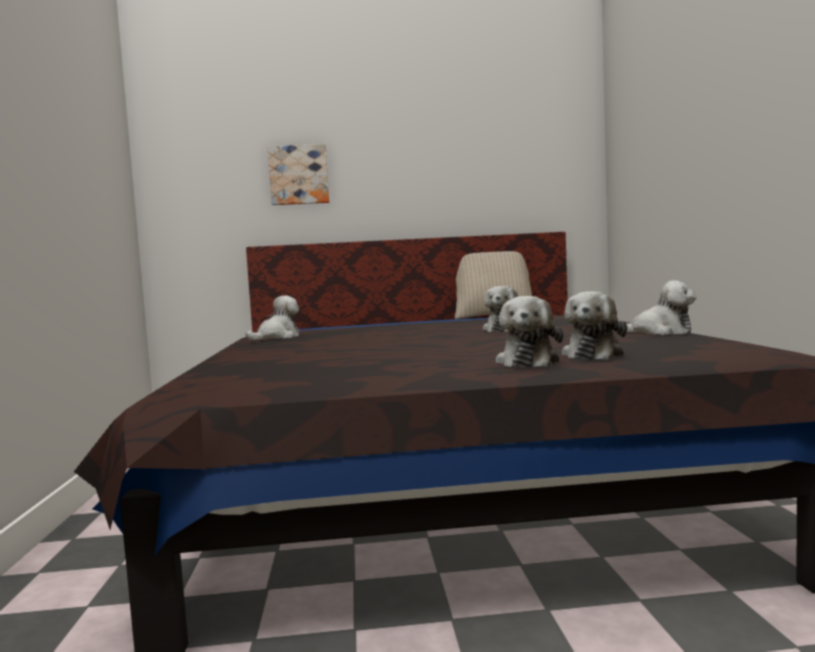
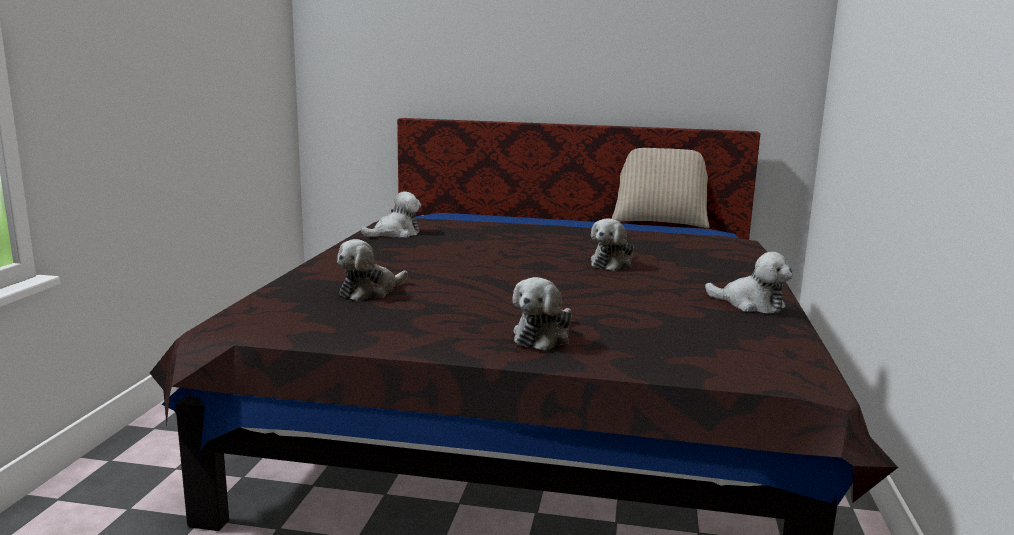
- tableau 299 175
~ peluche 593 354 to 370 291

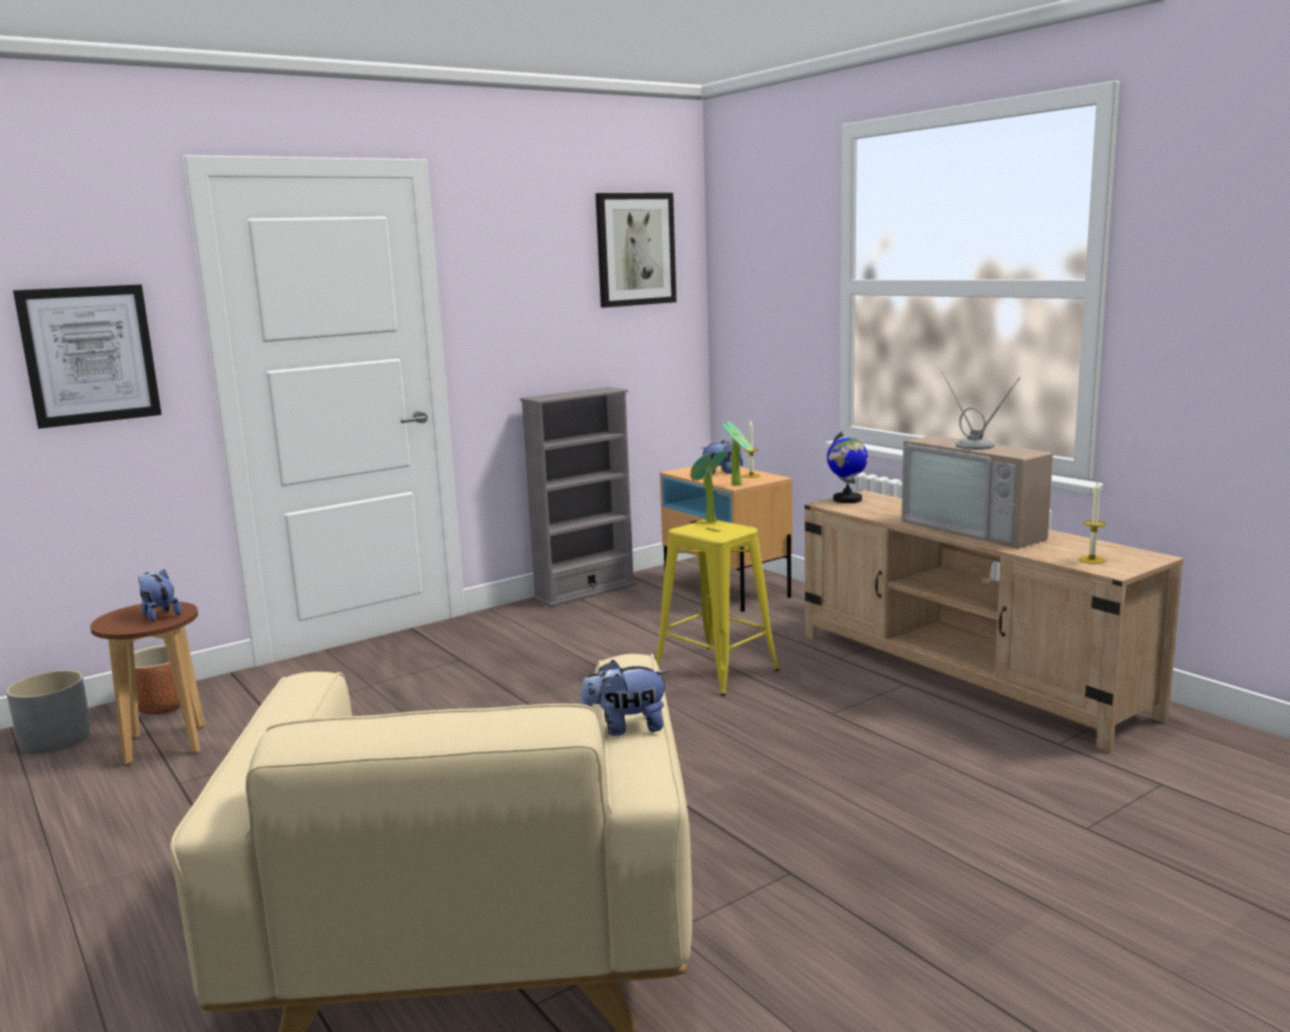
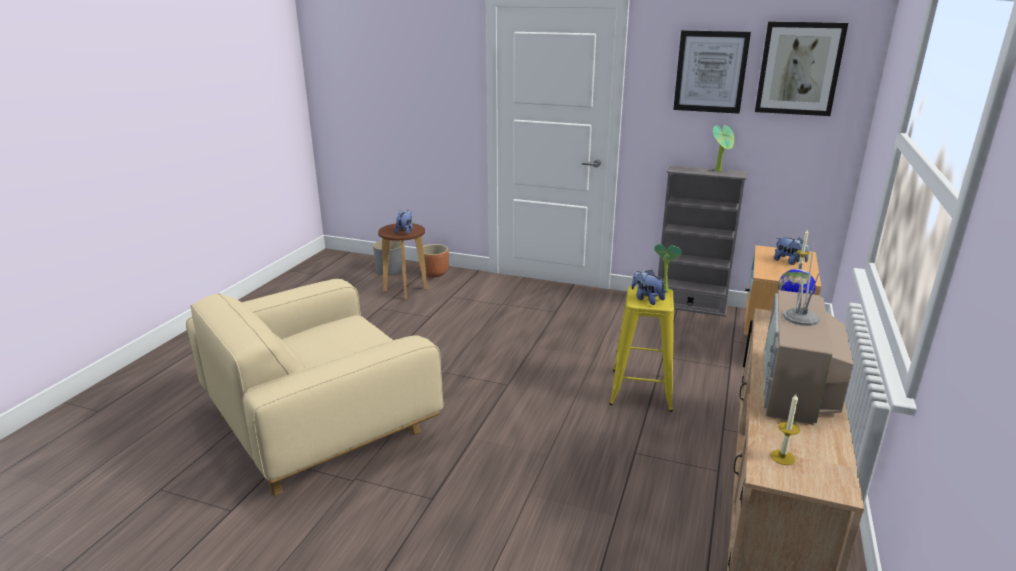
~ tableau 90 355 to 710 72
~ peluche 625 728 to 647 299
~ plante en pot 738 484 to 719 171

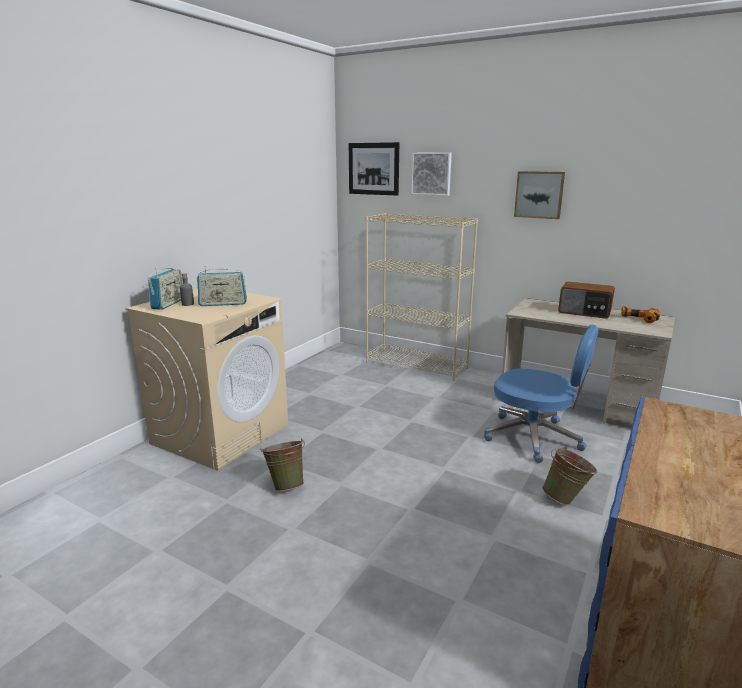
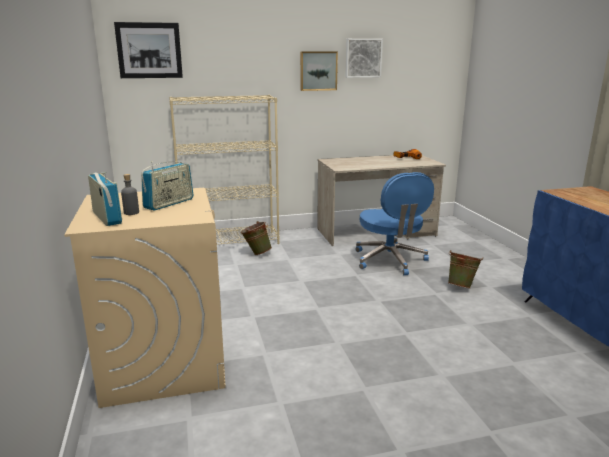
~ seau (vert) 286 485 to 256 253
~ tableau 431 174 to 363 58
~ chaise de bureau (bleu) 534 438 = 390 260 90 degrees clockwise
- radio 584 312

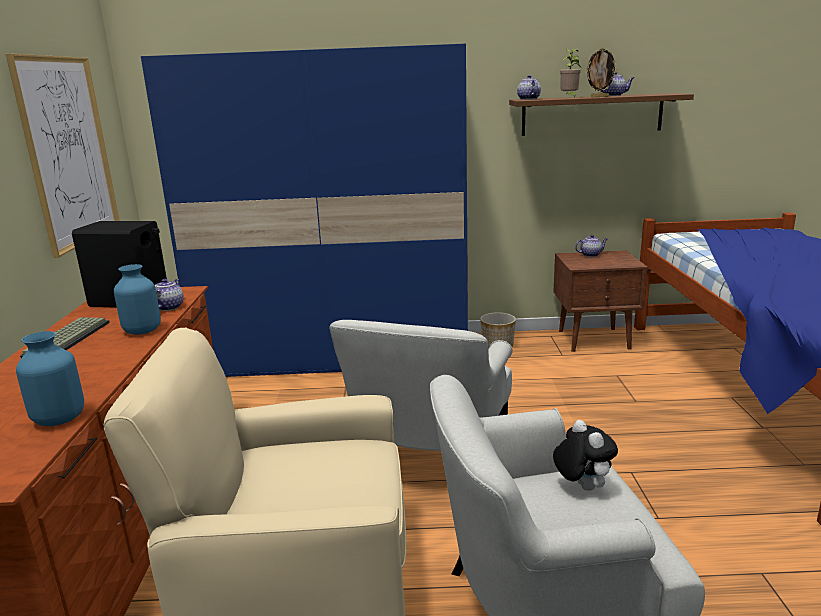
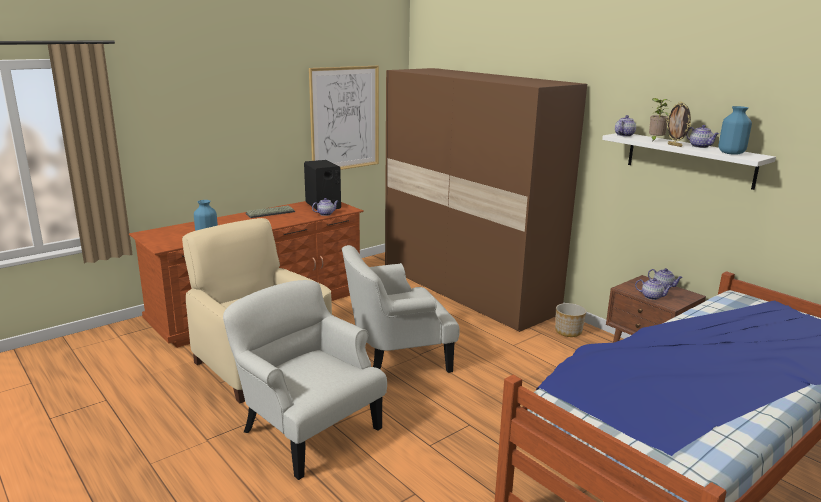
~ vase (bleu) 142 331 to 730 153
~ armoire (bleu) 336 356 to armoire (marron) 467 290
~ étagère (marron) 592 114 to étagère (blanc) 689 159
- peluche 581 486
+ théière 652 297

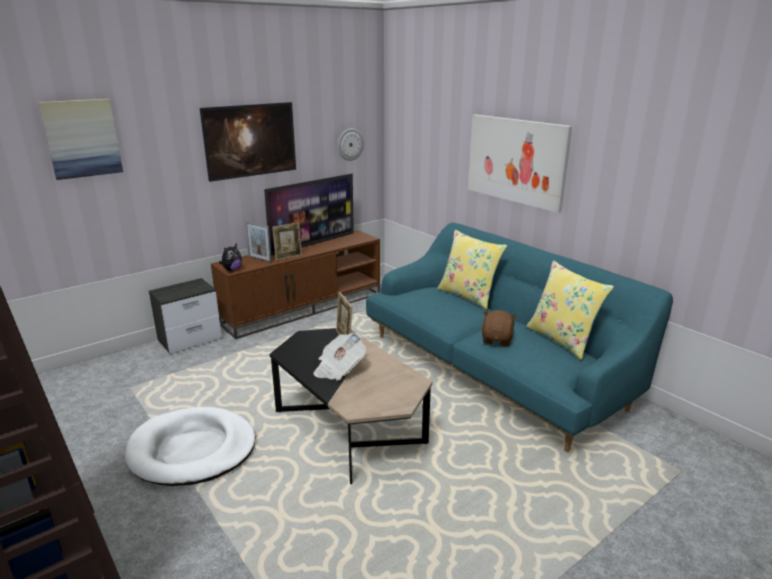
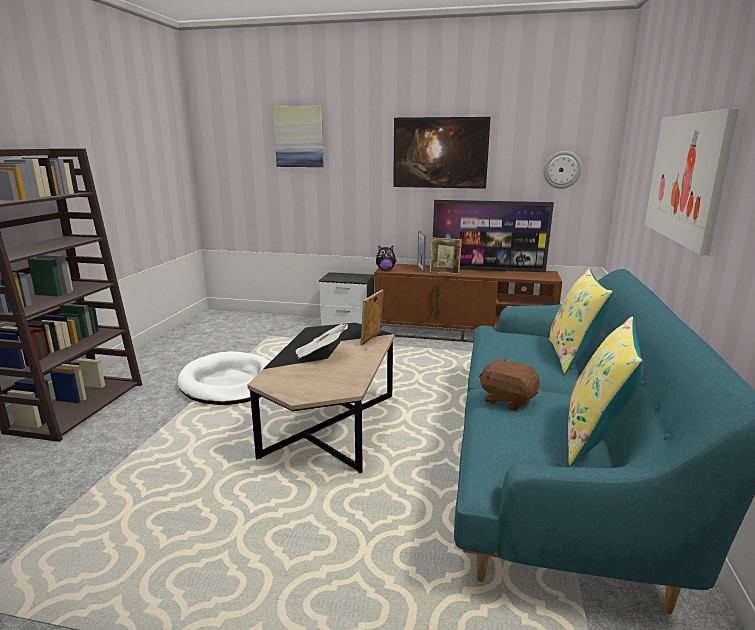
~ peluche (marron) 497 340 = 508 400 120 degrees counterclockwise

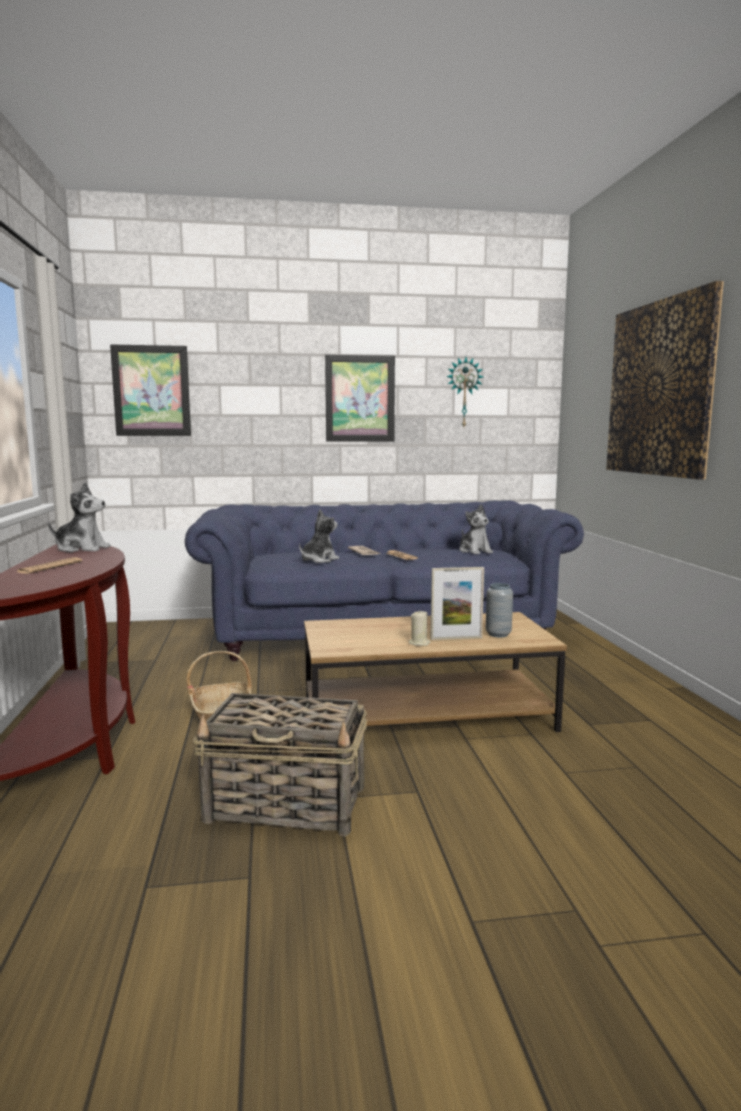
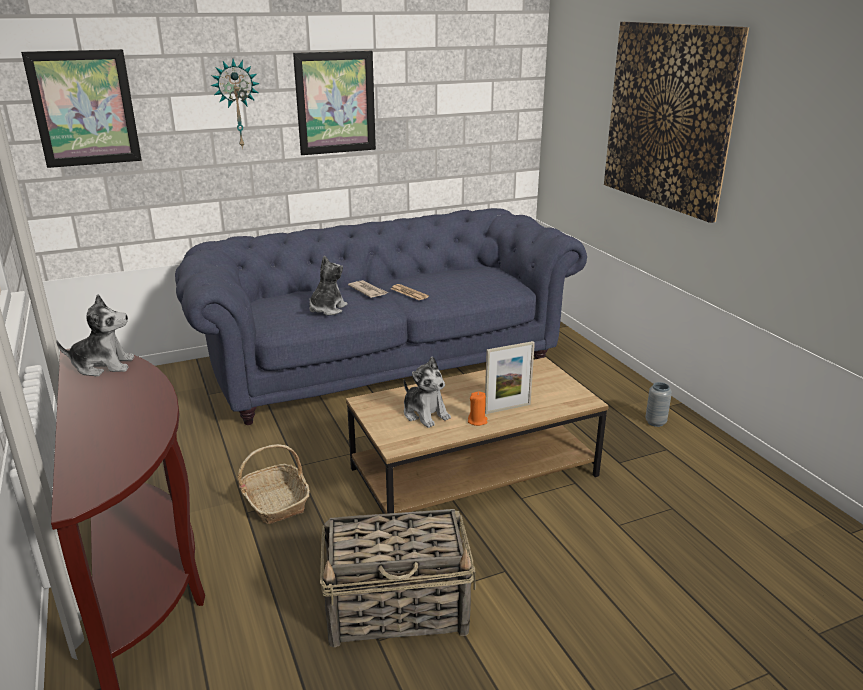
- journal 50 567
~ bougie (beige) 419 643 to bougie (orange) 477 421
~ horloge murale 464 392 to 237 104
~ peluche 474 551 to 425 414
~ vase (gris) 498 634 to 655 422

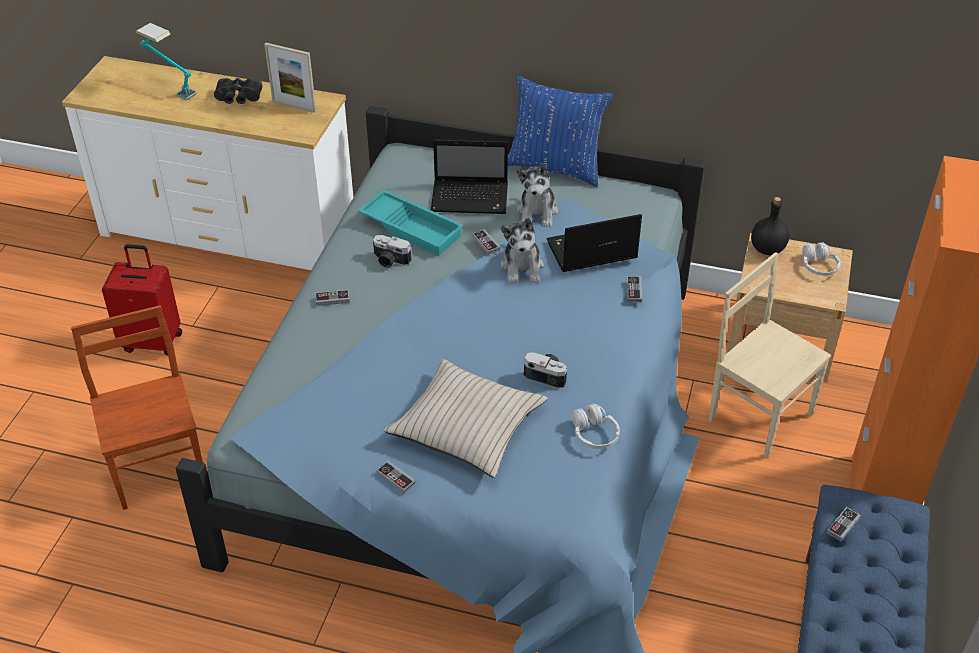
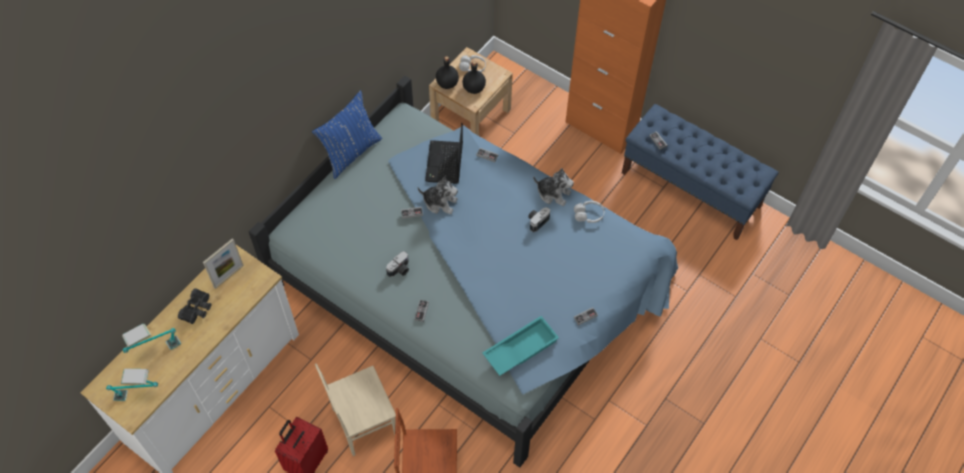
~ plateau (turquoise) 412 228 to 520 348
- coussin (beige) 466 427
- ordinateur portable 471 198
~ peluche 537 212 to 553 193
~ chaise (beige) 759 415 to 363 422
+ lampe de table 139 396
+ bouteille (noir) 474 88

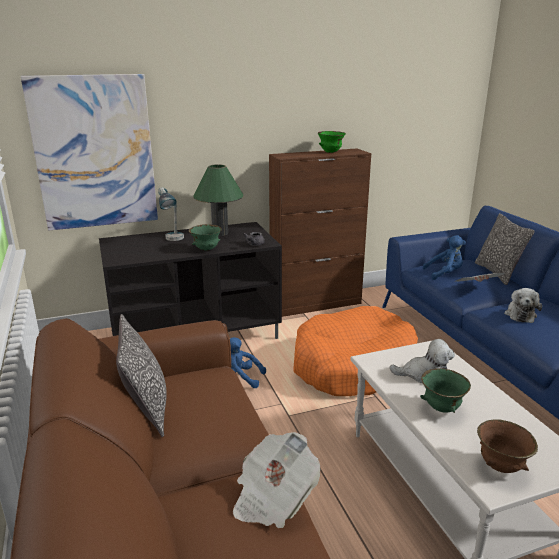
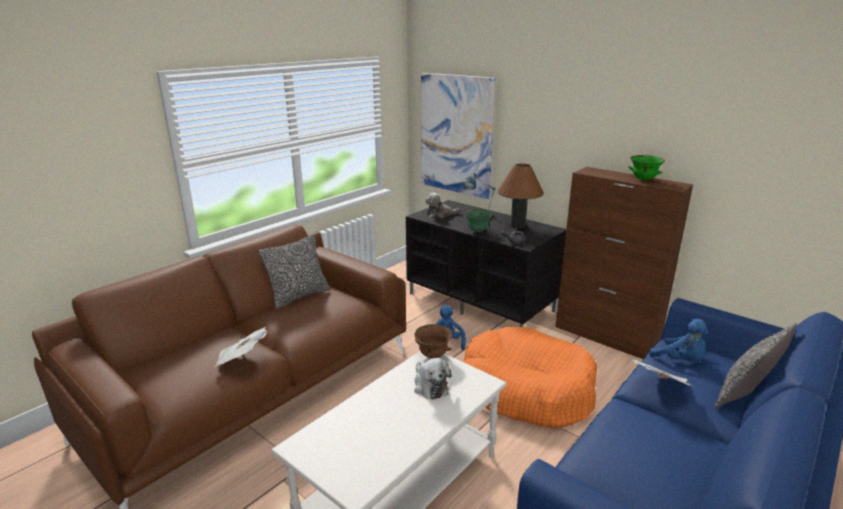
~ lampe de table (vert) 220 233 to lampe de table (marron) 518 225
- bol (vert) 441 408
~ bol (marron) 500 467 to 432 356
~ peluche 520 314 to 440 215

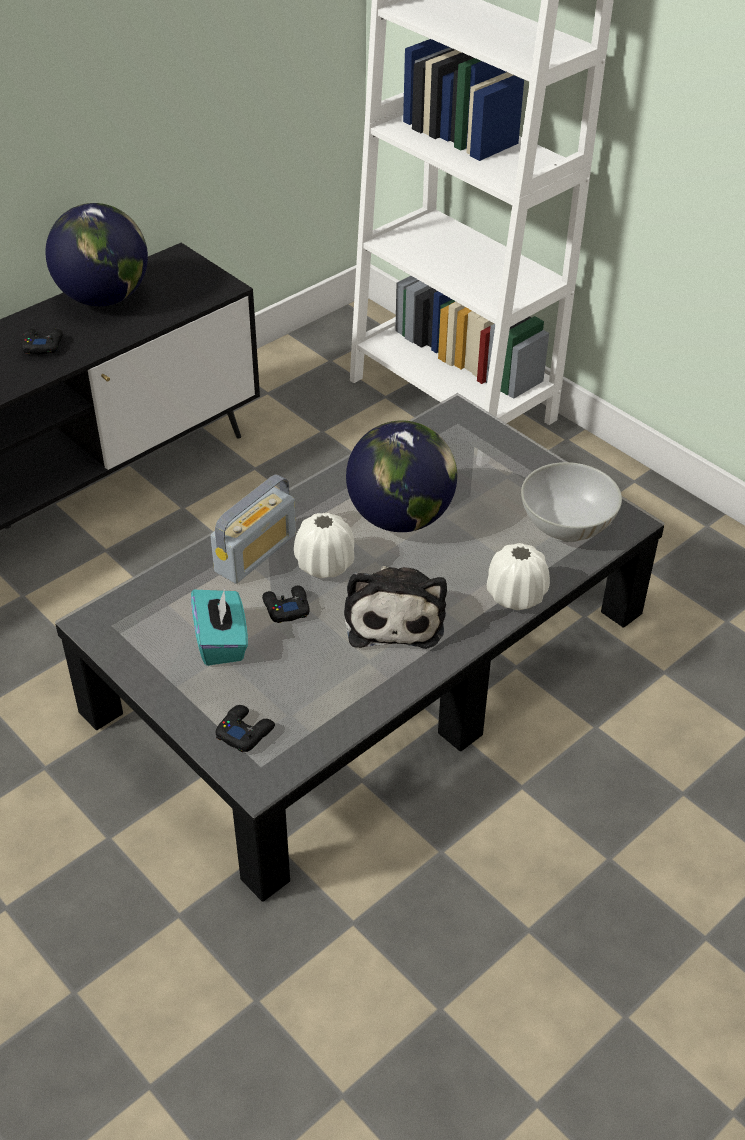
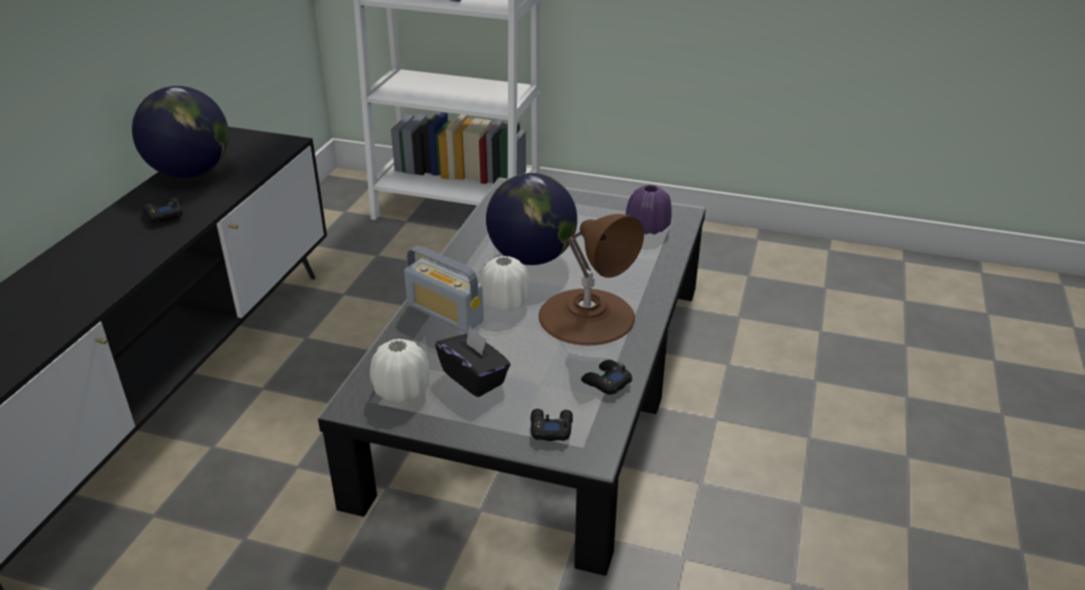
~ boîte à mouchoirs (turquoise) 221 642 to boîte à mouchoirs (noir) 474 378
~ radio 256 553 = 445 313 120 degrees clockwise
~ manette (noir) 286 608 to 606 382
~ peluche 394 616 to lampe de table (marron) 587 316
~ vase (blanc) 516 595 to 402 390
~ bol (blanc) 566 526 to vase (violet) 647 227

